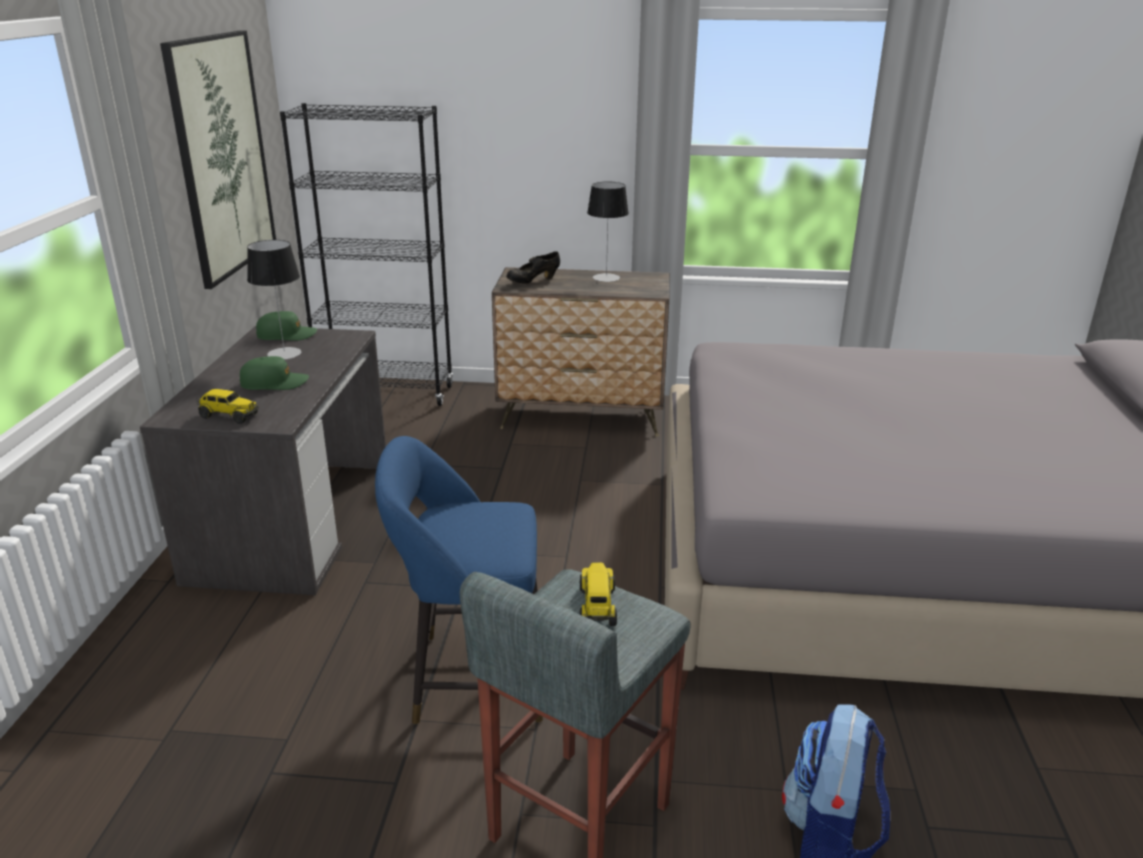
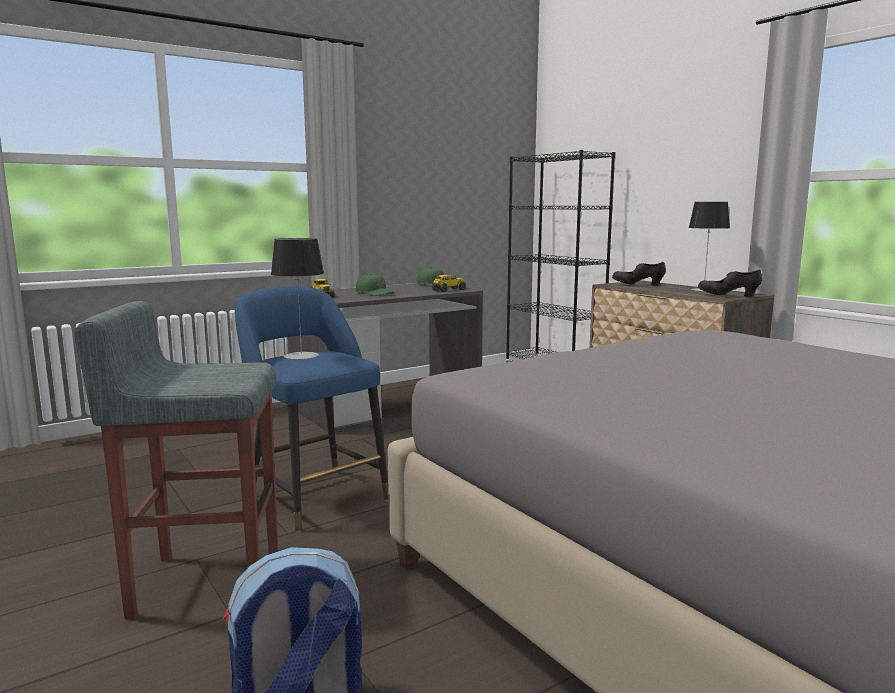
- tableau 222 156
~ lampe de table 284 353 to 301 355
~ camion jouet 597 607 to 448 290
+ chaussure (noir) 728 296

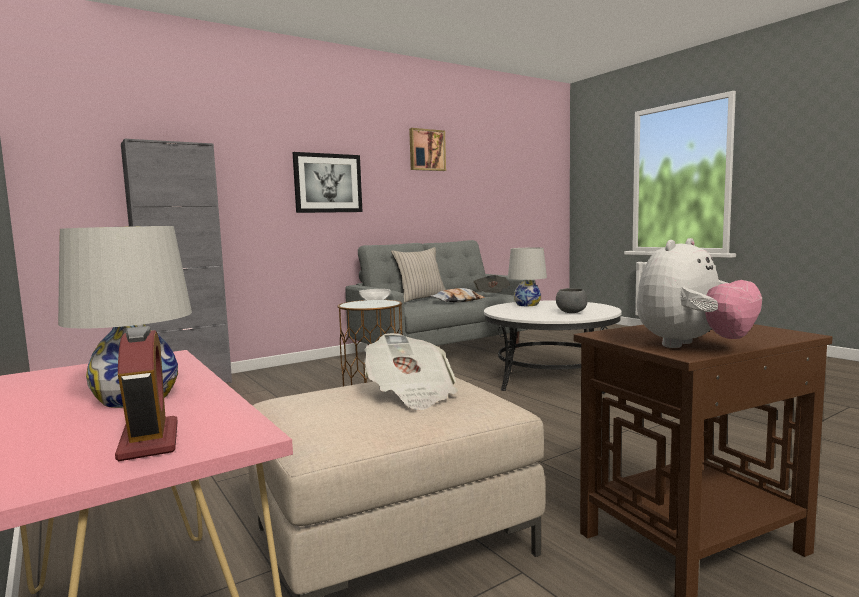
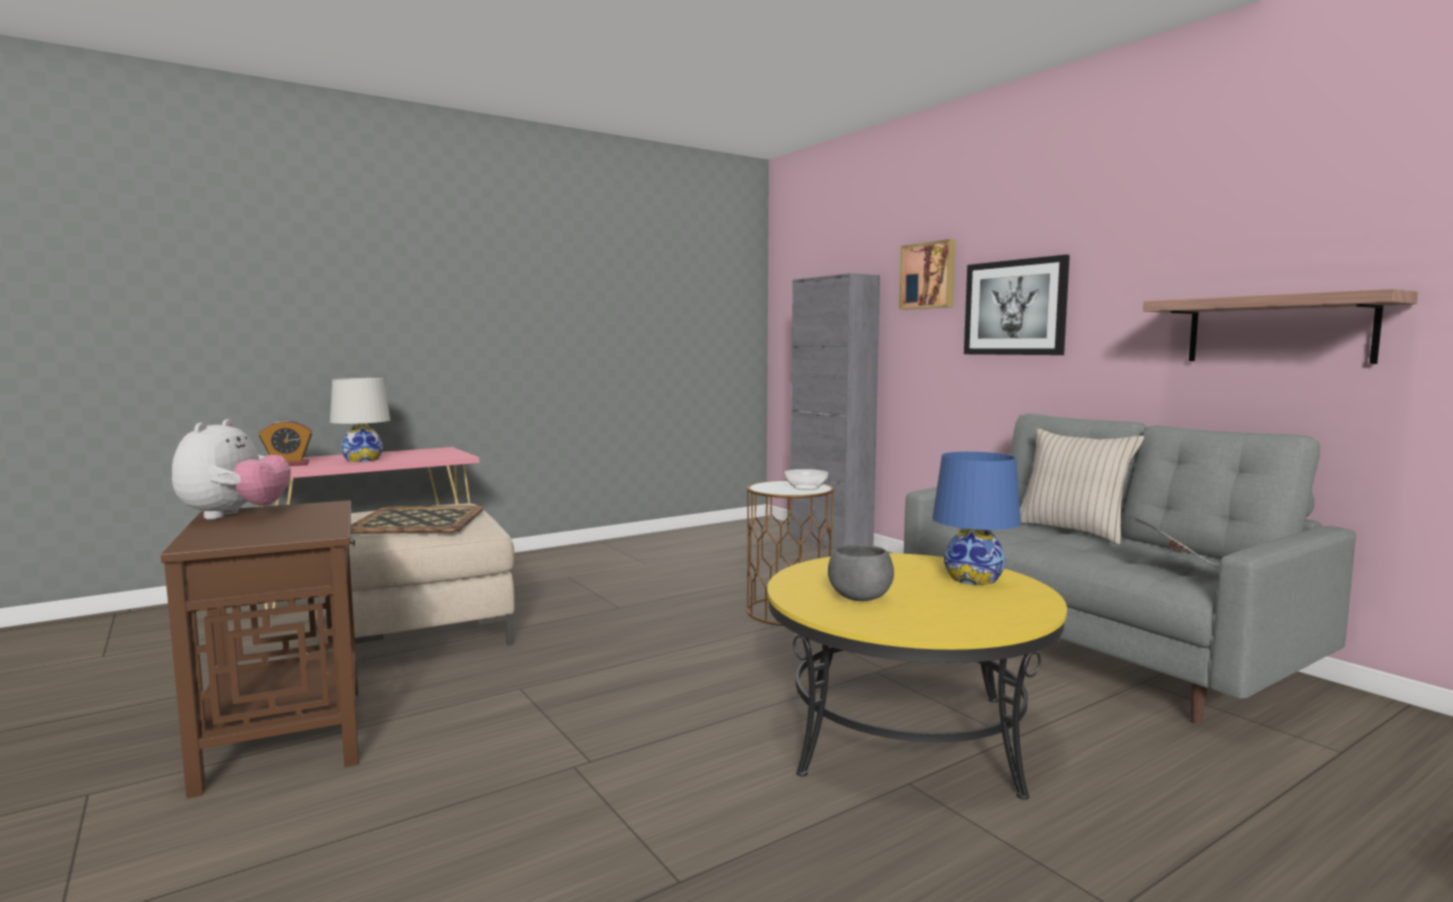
~ journal 411 395 to plateau 417 521
~ tableau 426 150 to 929 276
- coussin 457 301
~ table basse (blanc) 550 378 to table basse (jaune) 907 733
~ lampe de table (blanc) 527 304 to lampe de table (bleu) 973 578
~ peluche 692 346 = 234 515 135 degrees counterclockwise
+ étagère 1278 330

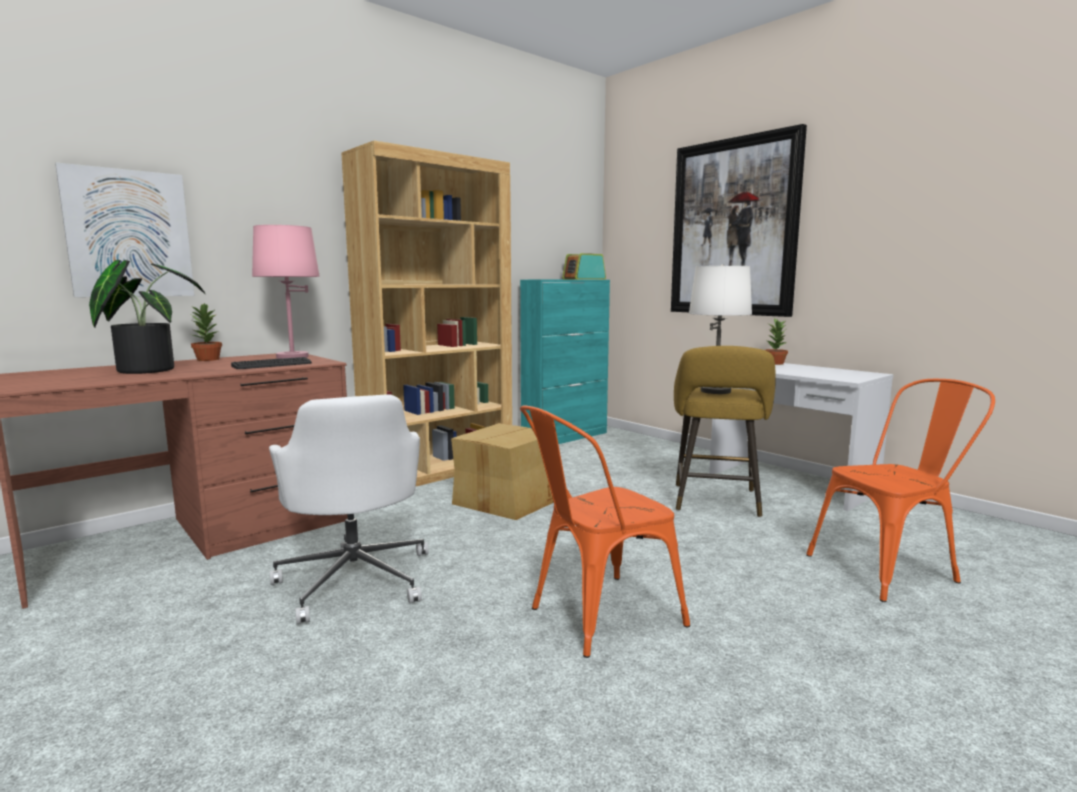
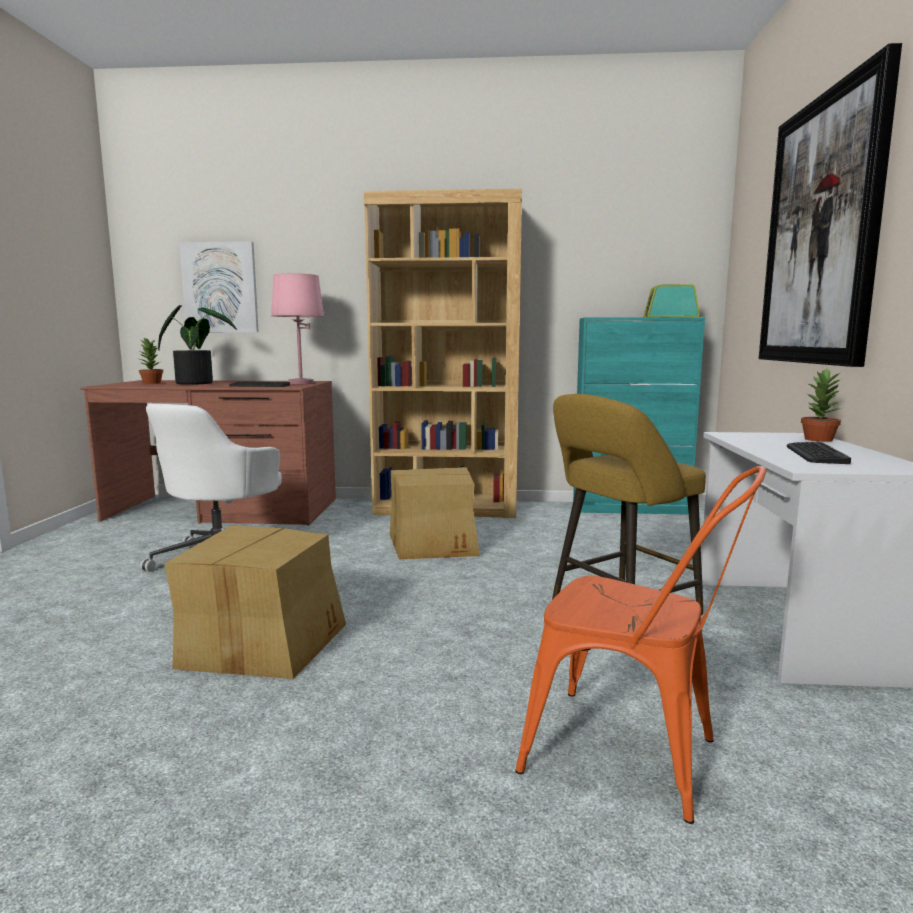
~ plante en pot 207 359 to 151 383
~ chaise (orange) 595 617 to carton 262 642
- lampe de table (blanc) 715 391
+ clavier 815 454

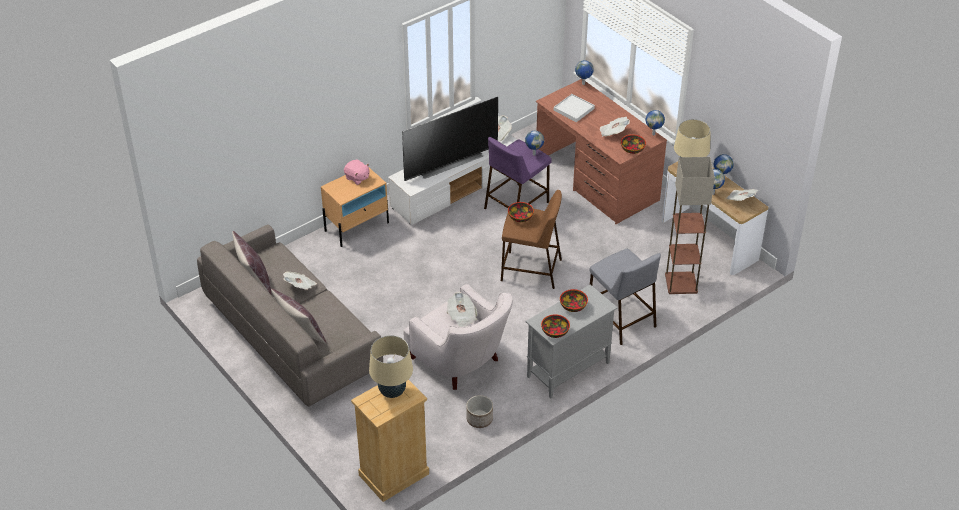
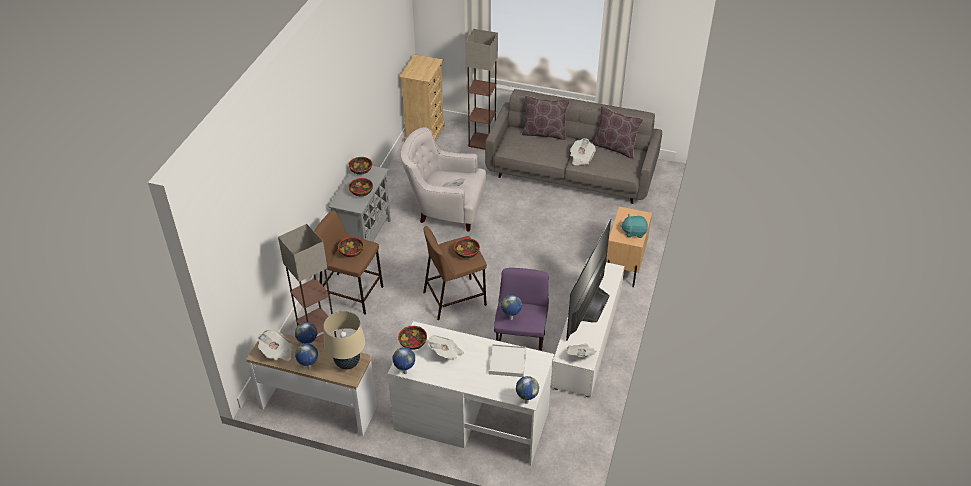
~ peluche (rose) 357 178 to peluche (turquoise) 634 232
- lampe de table (beige) 392 391
- cache-pot 479 419
~ bureau (marron) 596 180 to bureau (blanc) 471 420
~ tabouret (gris) 620 318 to tabouret (marron) 352 293
+ bol 351 252
+ lampadaire 482 141

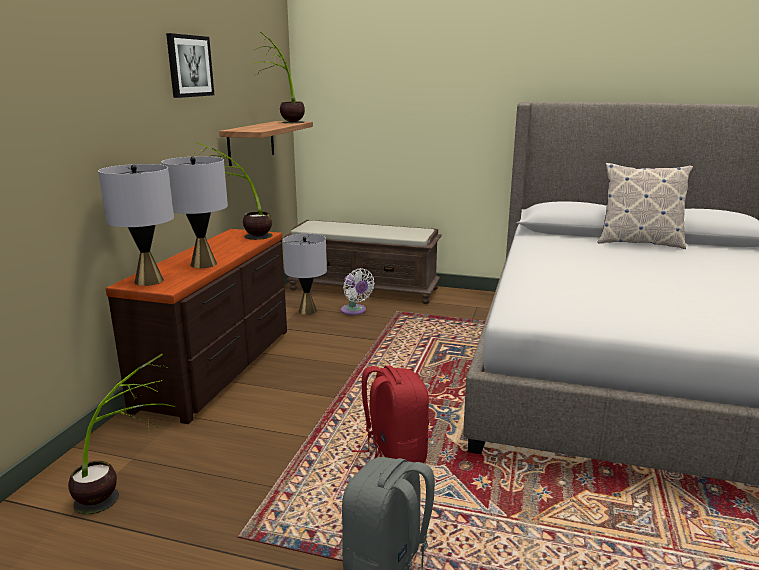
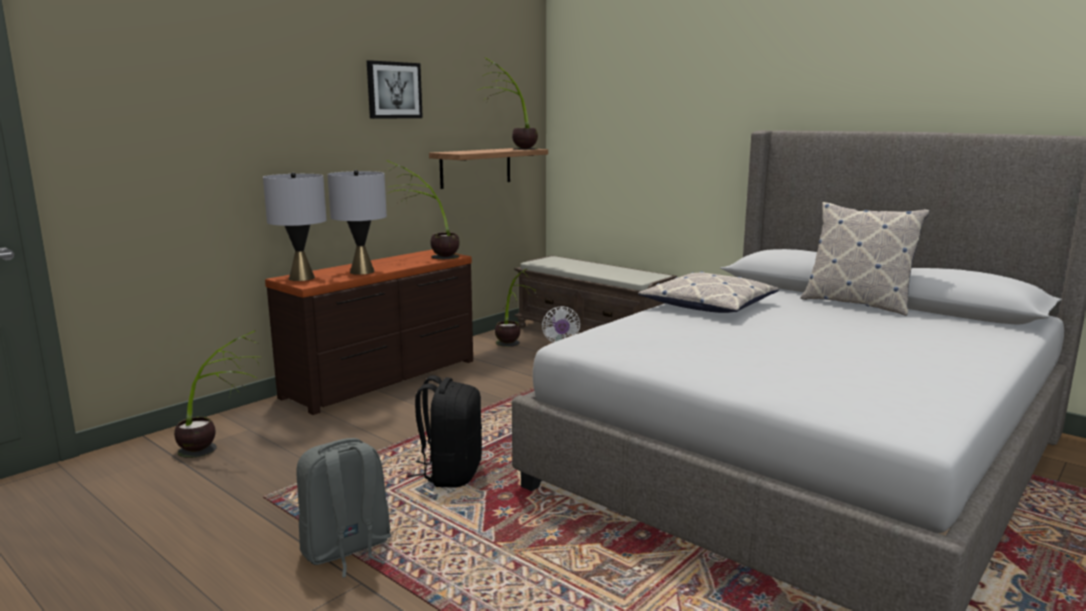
~ lampe de table (gris) 307 311 to plante en pot 512 347
~ sac à dos (rouge) 393 455 to sac à dos (noir) 451 473
+ coussin 709 305

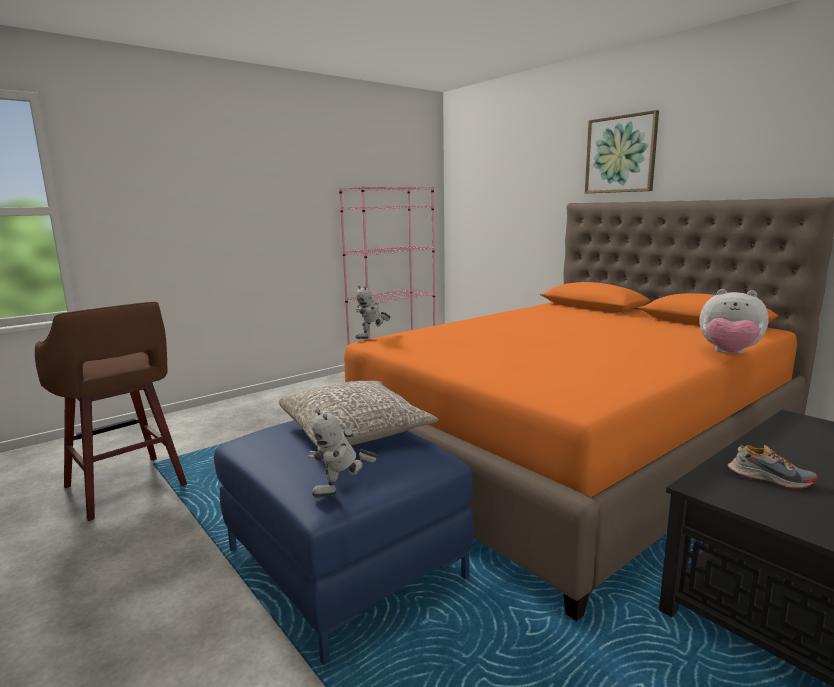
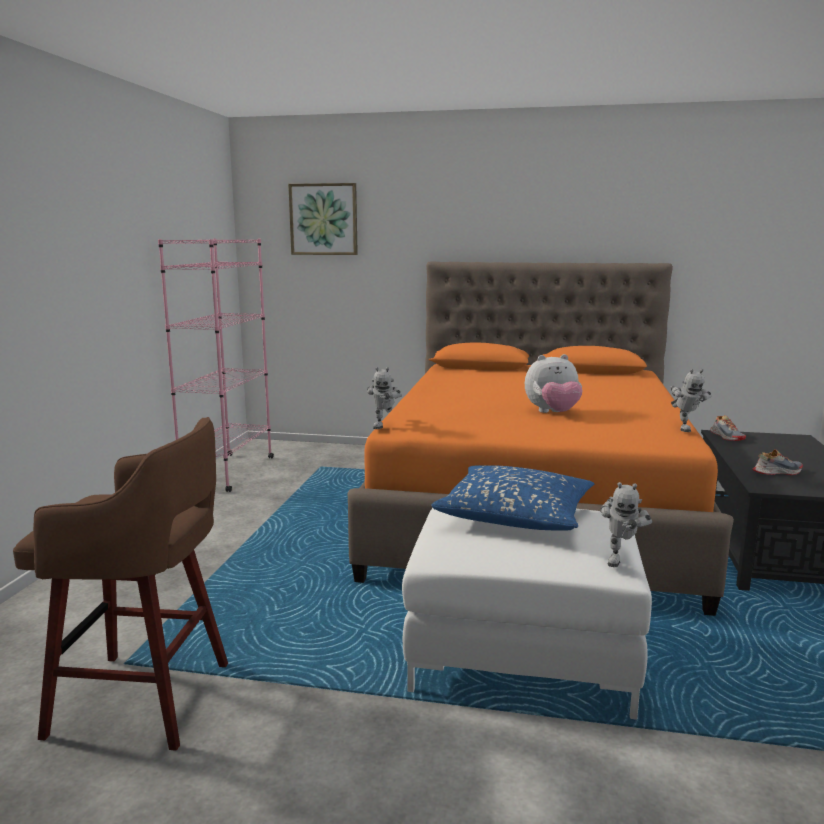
~ pouf (bleu) 344 563 to pouf (blanc) 522 654
~ coussin (gris) 355 431 to coussin (bleu) 516 516
~ tableau 621 154 to 324 219
~ peluche 729 354 to 553 413
+ robot jouet 684 428
+ chaussure 726 436

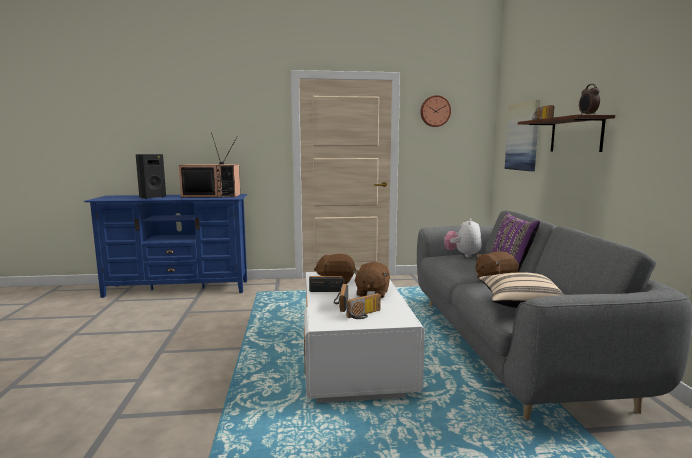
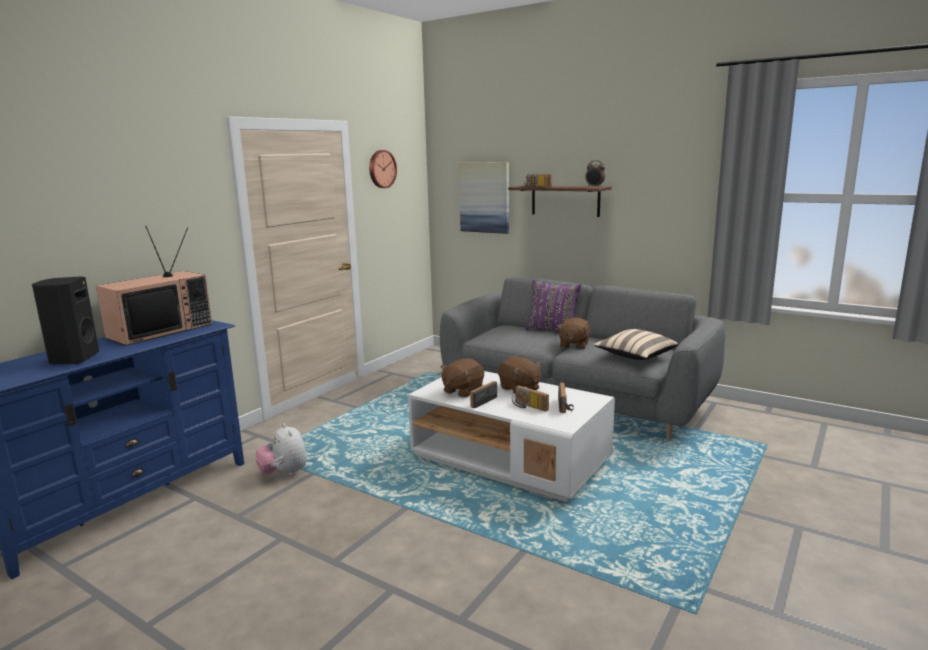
~ peluche 462 255 to 284 473

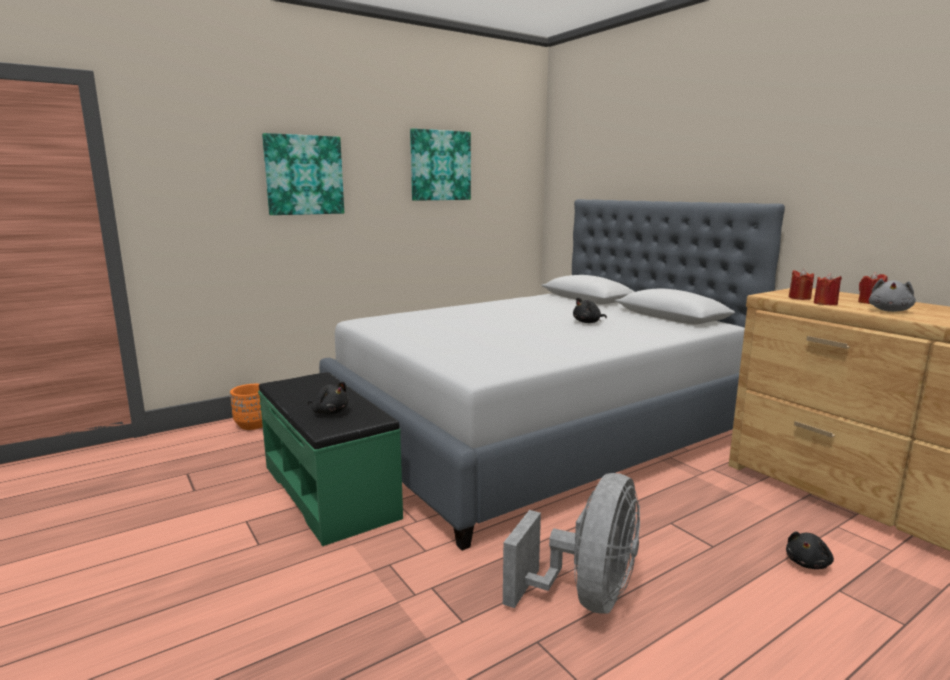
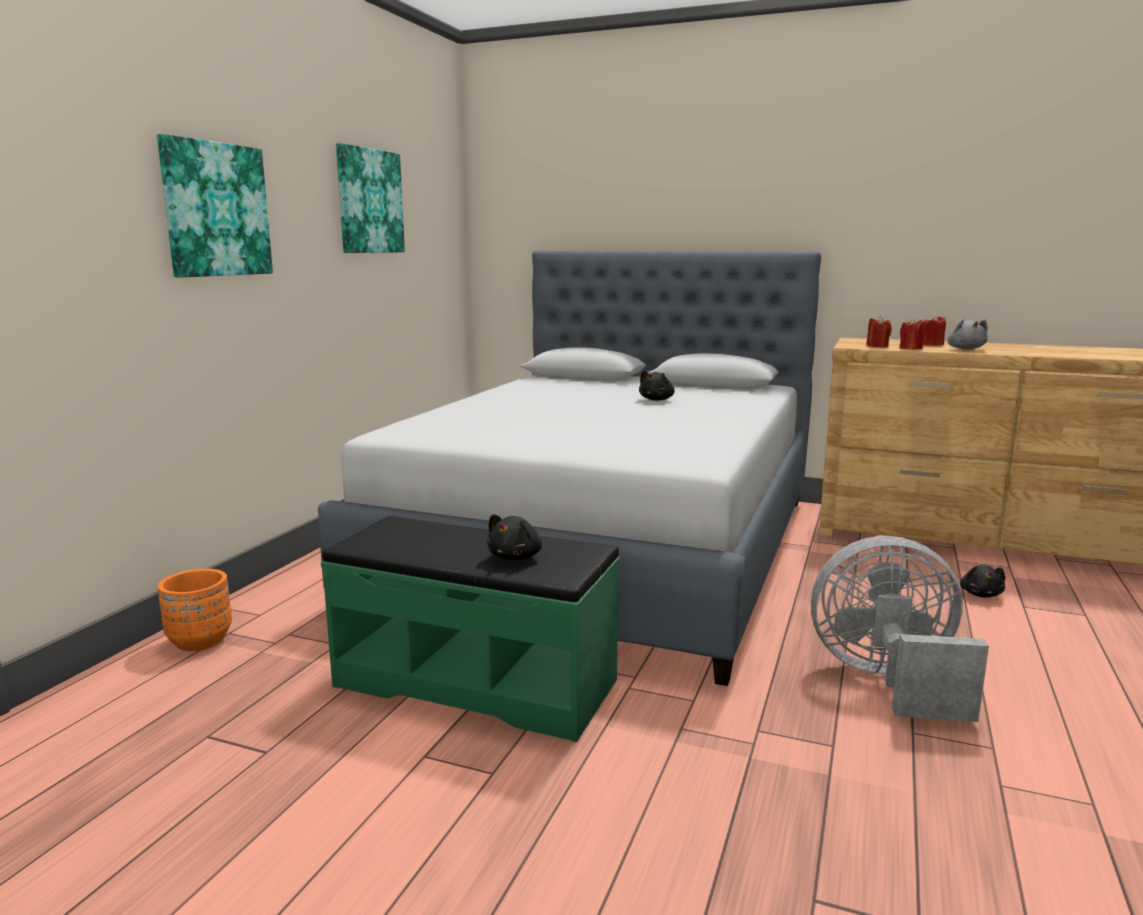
~ peluche (noir) 329 412 = 516 557 120 degrees clockwise
~ ventilateur (gris) 586 596 = 888 680 75 degrees counterclockwise

